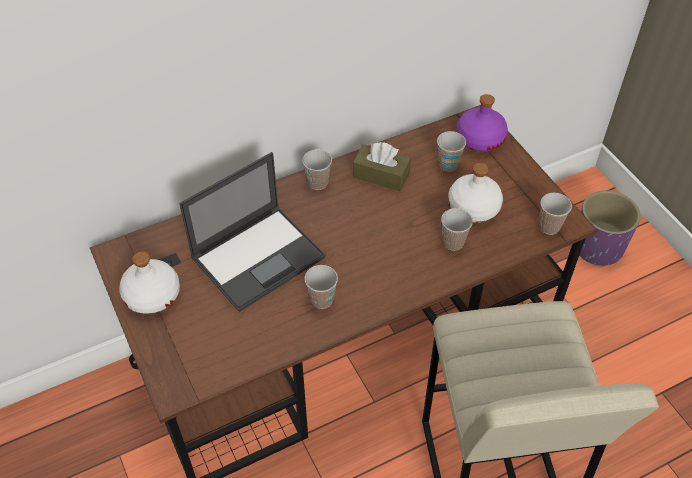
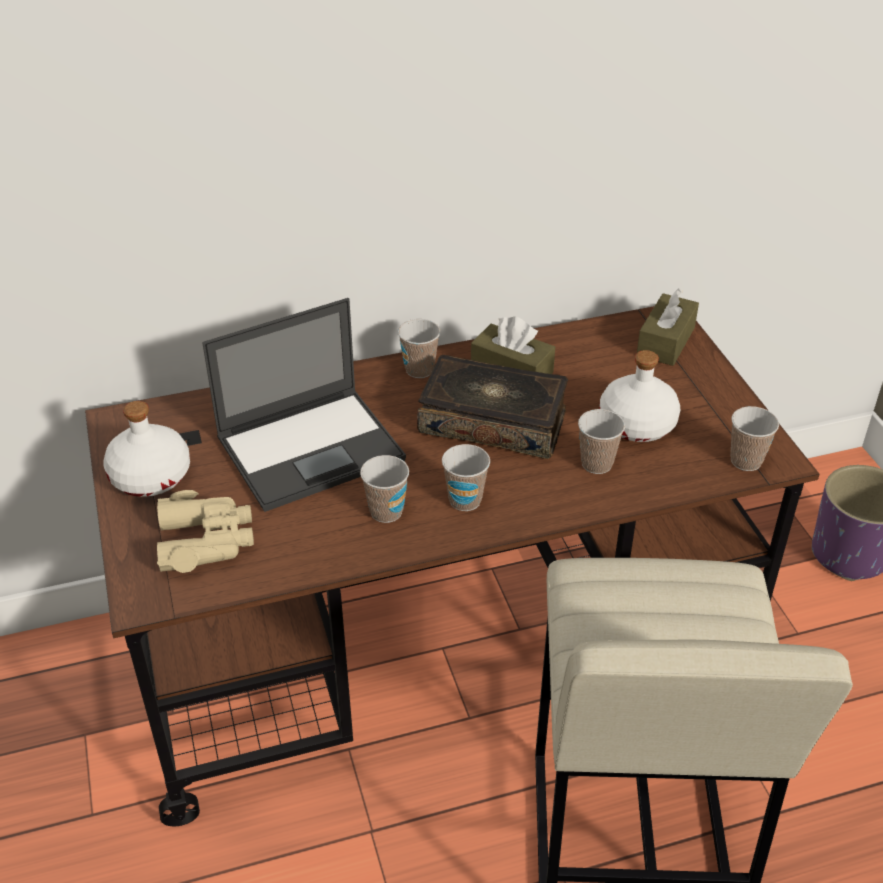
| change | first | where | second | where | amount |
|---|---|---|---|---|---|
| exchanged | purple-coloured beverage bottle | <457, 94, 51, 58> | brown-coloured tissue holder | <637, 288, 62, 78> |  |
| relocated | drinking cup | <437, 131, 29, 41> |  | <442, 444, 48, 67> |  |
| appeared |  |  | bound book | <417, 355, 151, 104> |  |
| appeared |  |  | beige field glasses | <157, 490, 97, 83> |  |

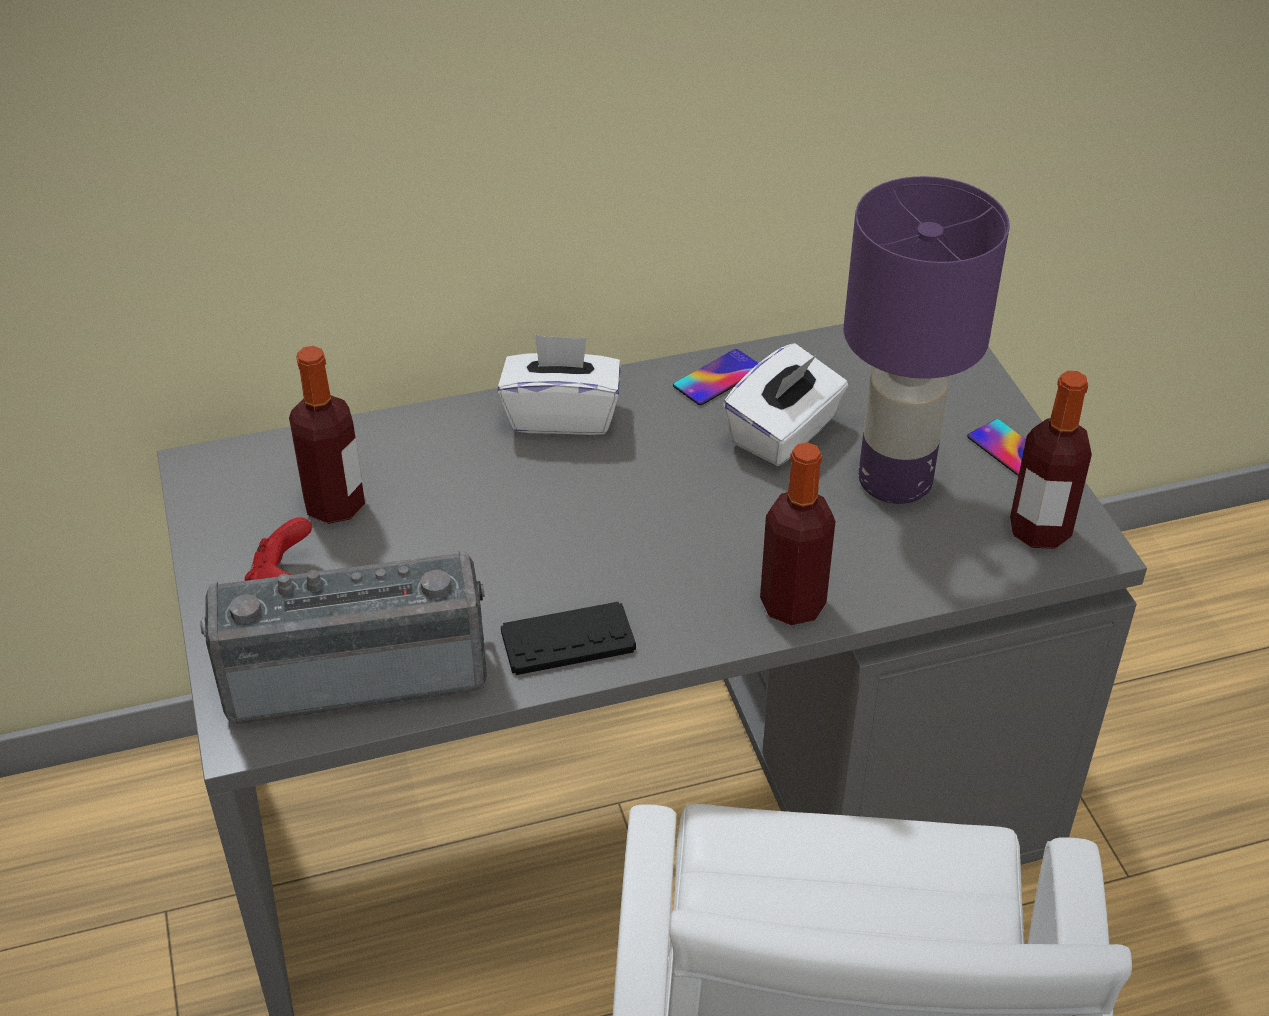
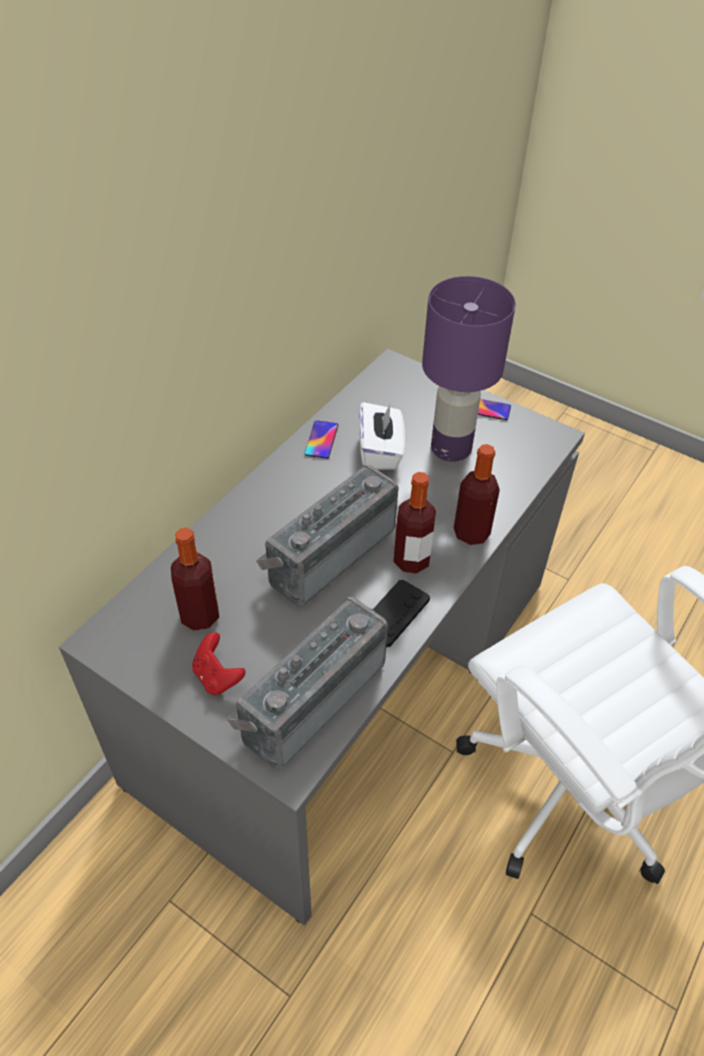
| change | first | where | second | where | amount |
|---|---|---|---|---|---|
| missing | white-coloured tissue holder | <498, 334, 123, 101> |  |  |  |
| relocated | beverage bottle | <1010, 371, 82, 178> |  | <393, 472, 43, 102> |  |
| appeared |  |  | radio receiver | <256, 464, 143, 143> |  |

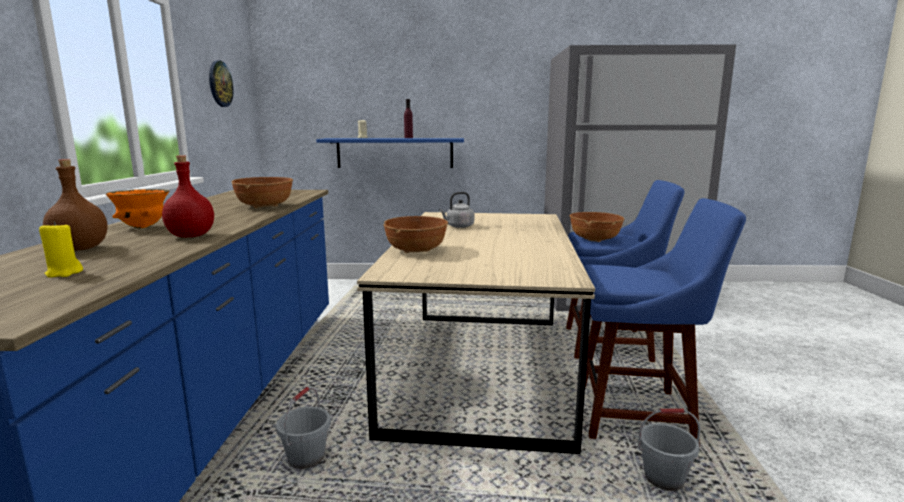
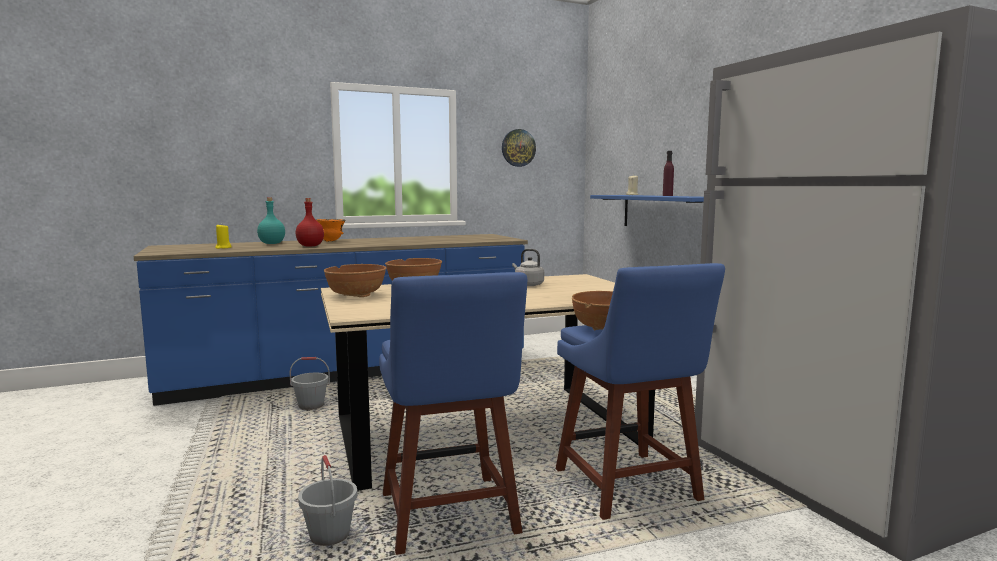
| change | first | where | second | where | amount |
|---|---|---|---|---|---|
| colour | brown-coloured beverage bottle | <43, 159, 65, 92> | turquoise-coloured beverage bottle | <257, 198, 28, 46> |  |
| relocated | brown-coloured bowl | <232, 177, 61, 31> |  | <324, 264, 63, 33> |  |

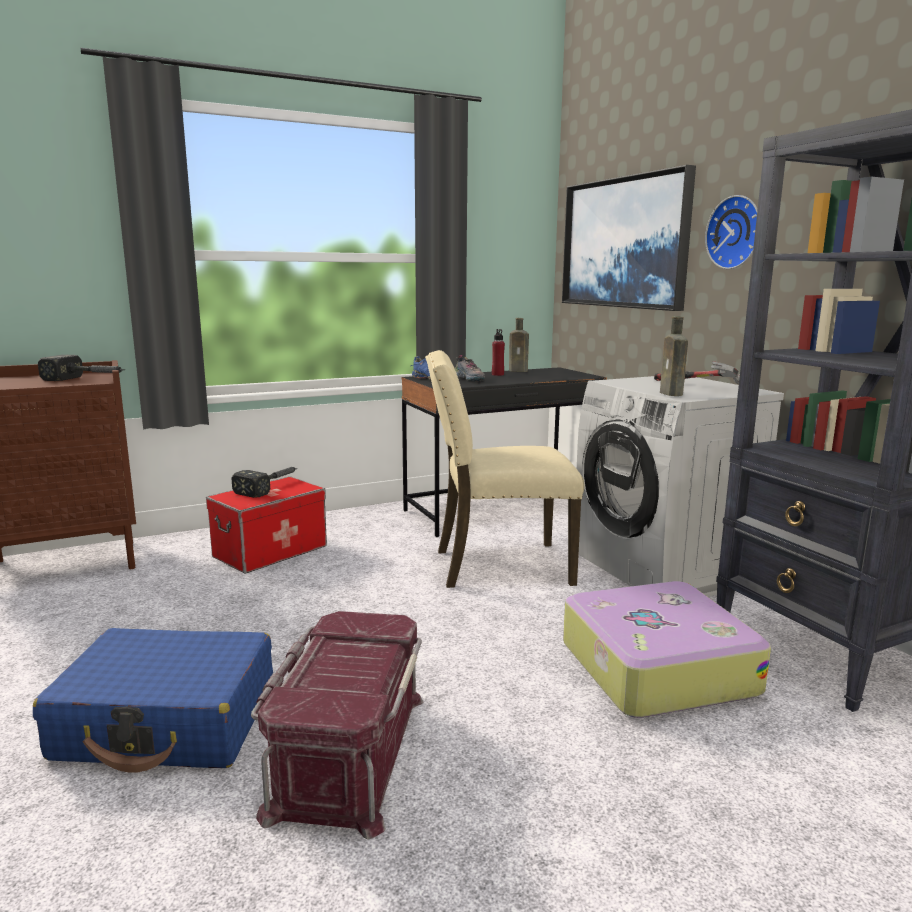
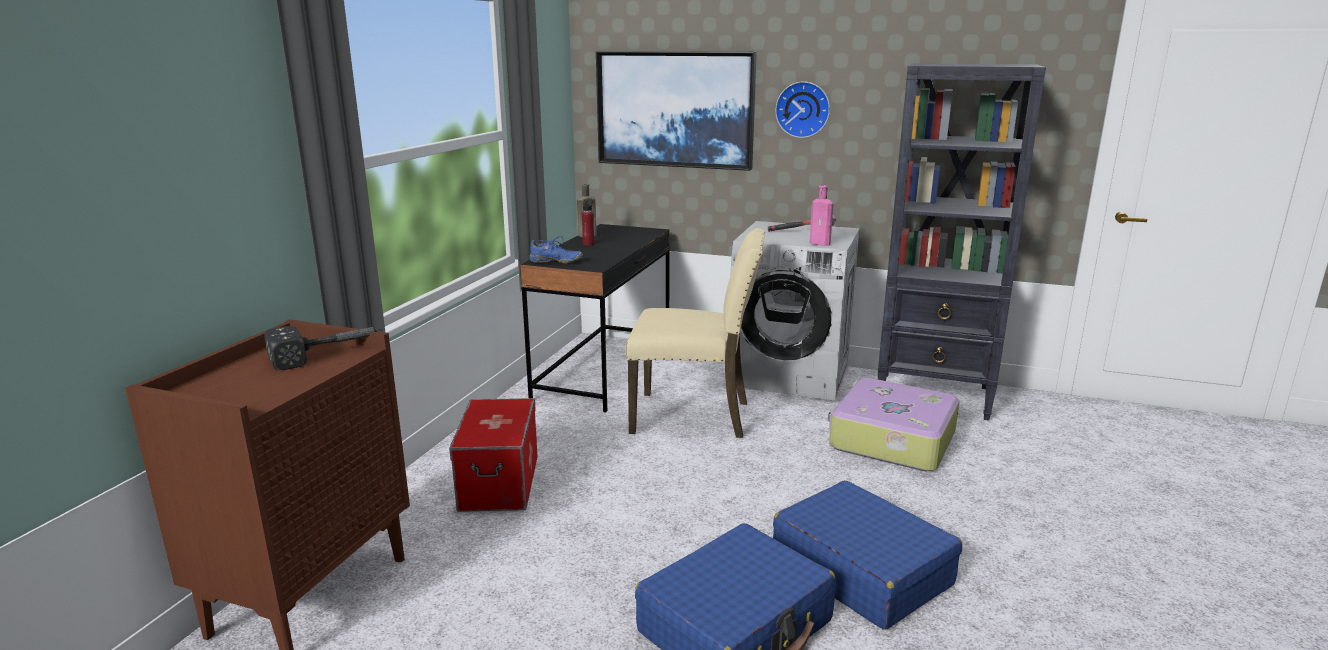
| change | first | where | second | where | amount |
|---|---|---|---|---|---|
| colour | brown-coloured beverage bottle | <660, 316, 28, 80> | pink-coloured beverage bottle | <810, 185, 23, 61> |  |
| spun | beige chair | <425, 350, 160, 238> |  | <625, 228, 140, 210> | 120 degrees counterclockwise |
| missing | low shoe | <455, 355, 30, 27> |  |  |  |
| missing | hand hammer | <232, 467, 63, 31> |  |  |  |
| exchanged | red-coloured storage container | <251, 611, 172, 228> | bluish suitcase | <773, 480, 189, 150> |  |

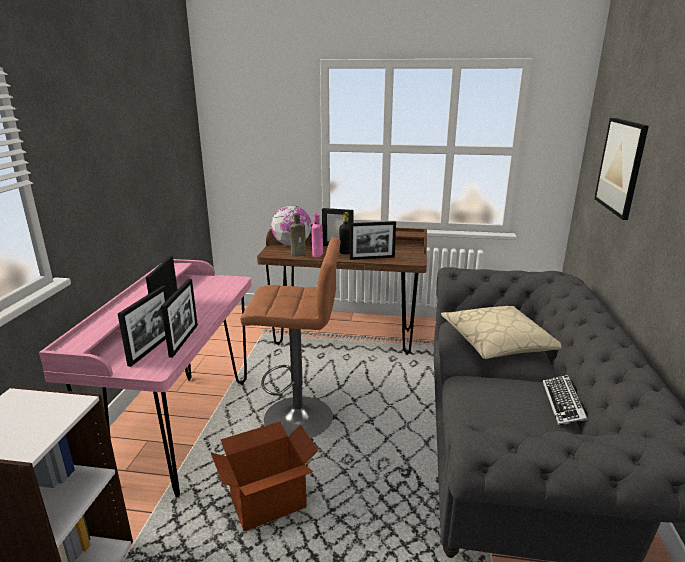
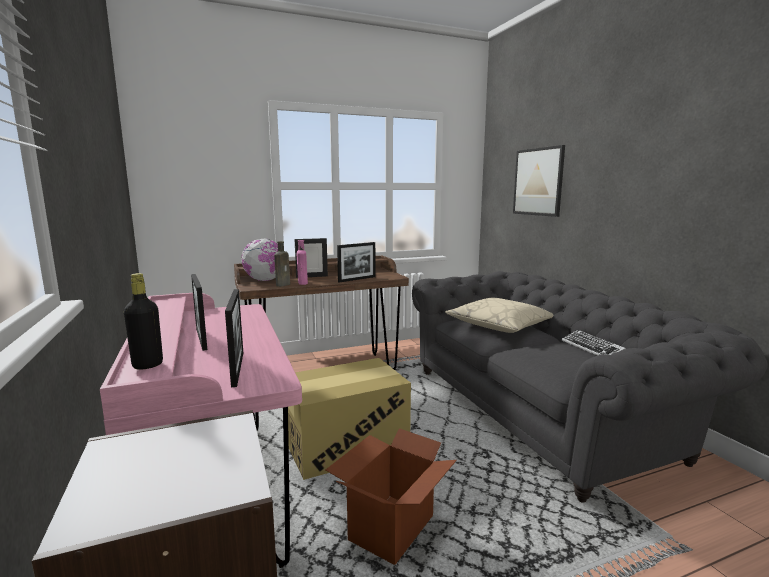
| change | first | where | second | where | amount |
|---|---|---|---|---|---|
| relocated | black beverage bottle | <339, 212, 11, 42> |  | <124, 273, 39, 97> |  |
| exchanged | brown-coloured stool seat | <240, 238, 101, 200> | carton | <288, 358, 123, 122> |  |
| missing | standing frame | <161, 279, 37, 79> |  |  |  |

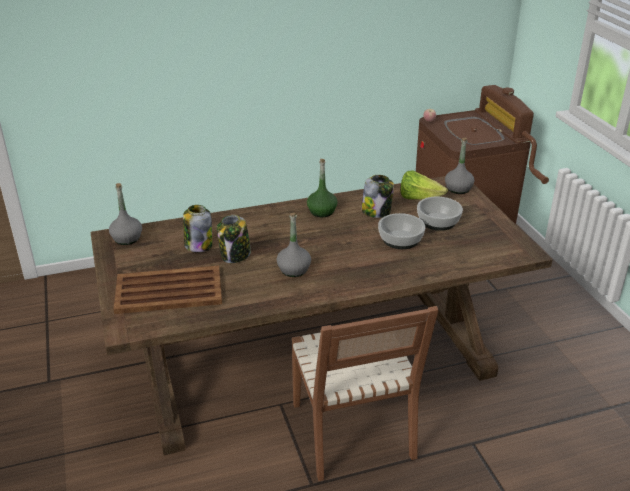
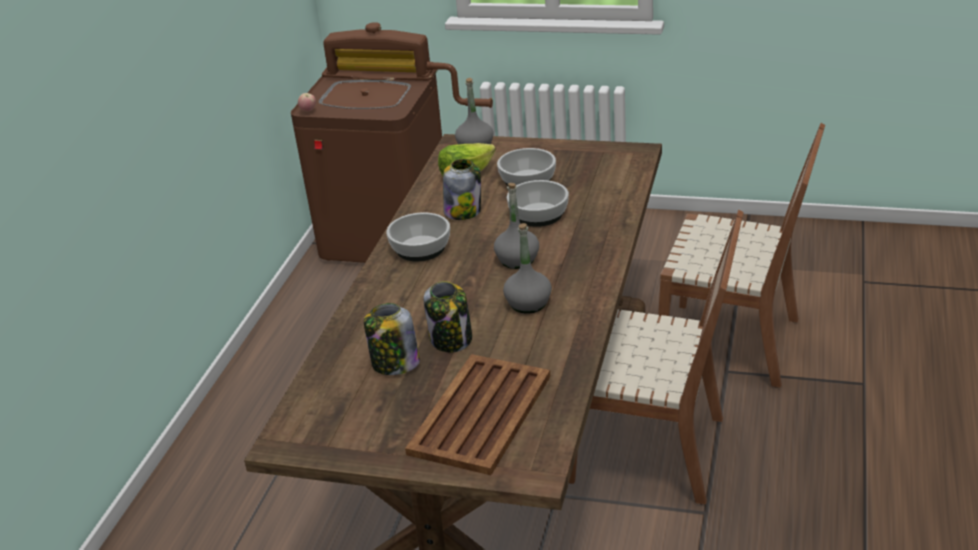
| change | first | where | second | where | amount |
|---|---|---|---|---|---|
| exchanged | greenish beverage bottle | <307, 159, 31, 58> | bowl | <386, 212, 64, 49> |  |
| relocated | greyish beverage bottle | <109, 183, 33, 62> |  | <494, 183, 45, 86> |  |
| appeared |  |  | chair | <658, 123, 167, 265> |  |

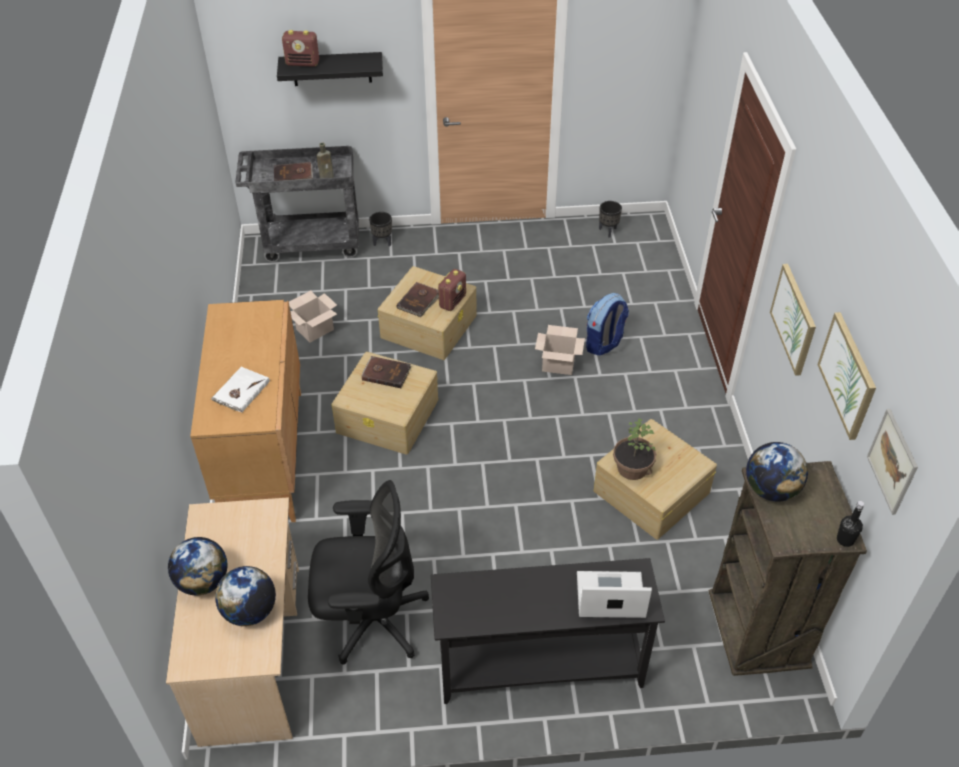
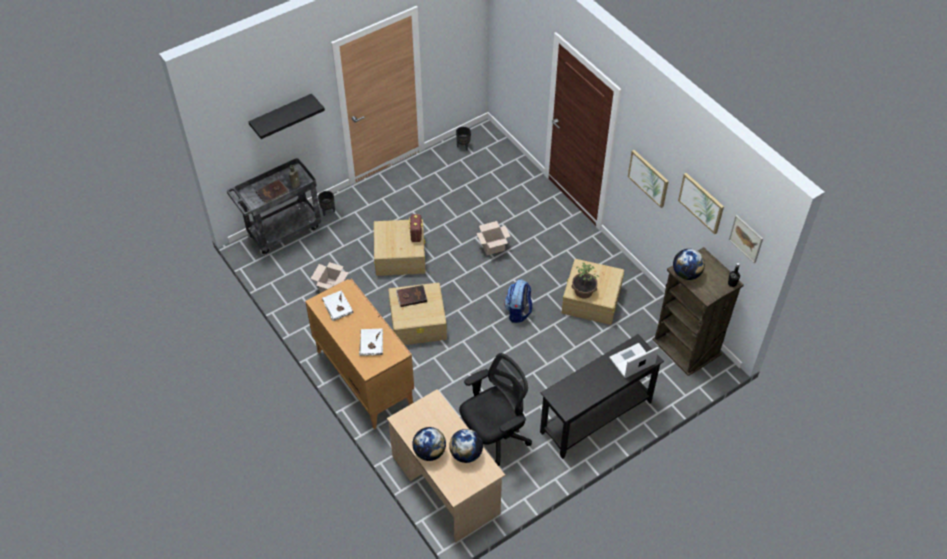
| change | first | where | second | where | amount |
|---|---|---|---|---|---|
| missing | radio receiver | <282, 30, 37, 37> |  |  |  |
| missing | brown-coloured bound book | <396, 282, 43, 35> |  |  |  |
| relocated | rucksack | <586, 293, 43, 62> |  | <504, 279, 28, 44> |  |
| appeared |  |  | white-coloured bound book | <322, 291, 31, 30> |  |

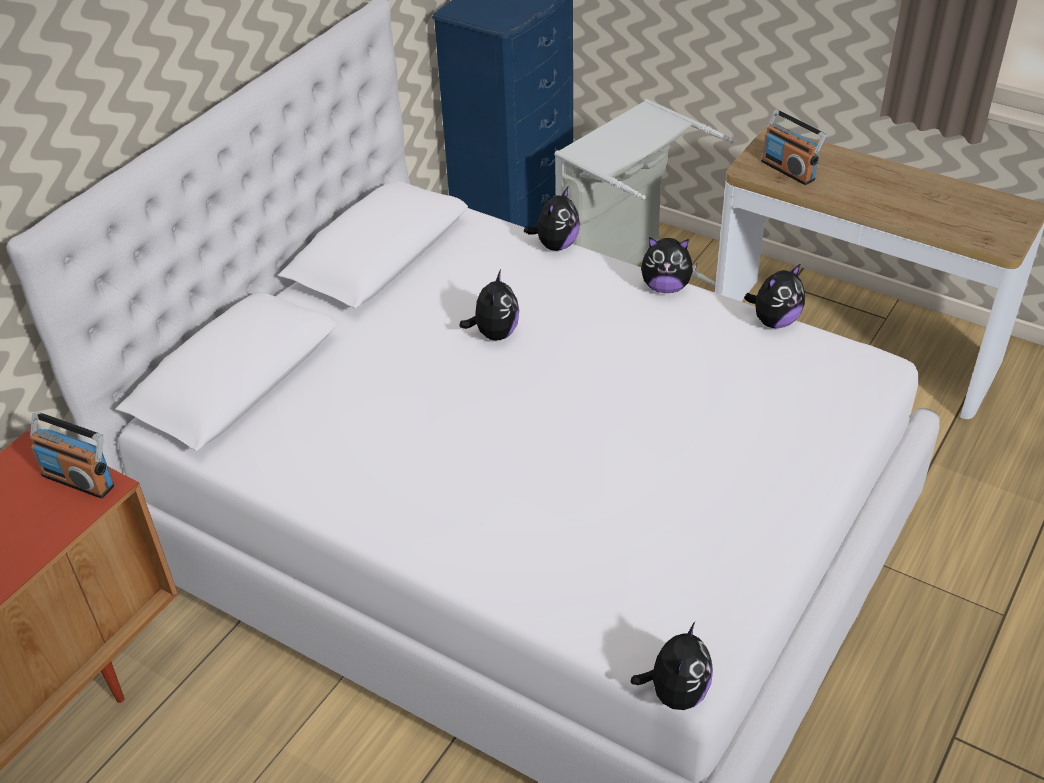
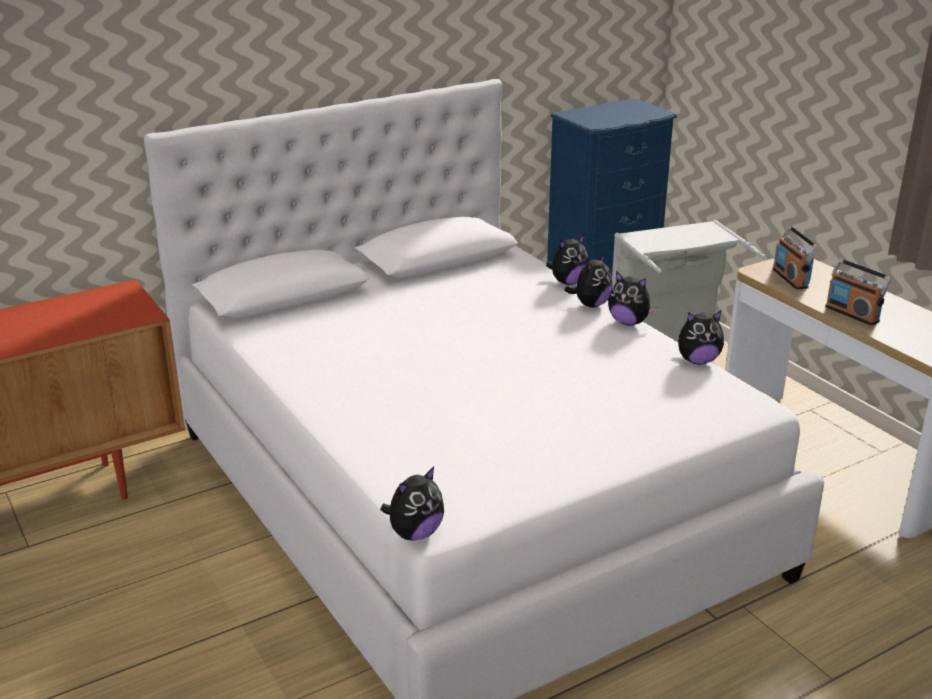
| change | first | where | second | where | amount |
|---|---|---|---|---|---|
| relocated | plush toy | <459, 270, 60, 71> |  | <565, 253, 48, 55> |  |
| relocated | radio receiver | <30, 412, 85, 86> |  | <825, 259, 67, 67> |  |

